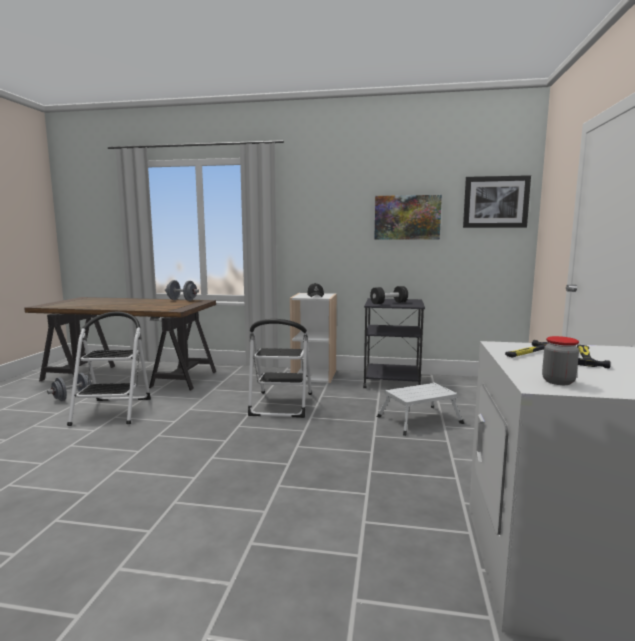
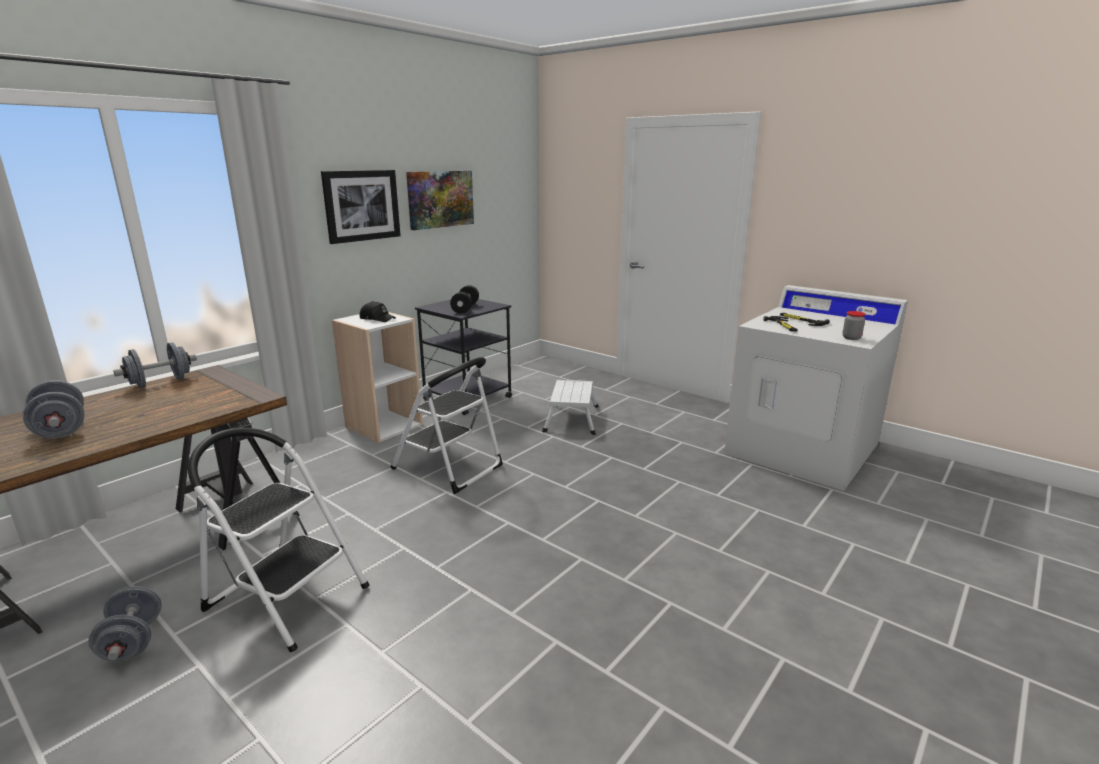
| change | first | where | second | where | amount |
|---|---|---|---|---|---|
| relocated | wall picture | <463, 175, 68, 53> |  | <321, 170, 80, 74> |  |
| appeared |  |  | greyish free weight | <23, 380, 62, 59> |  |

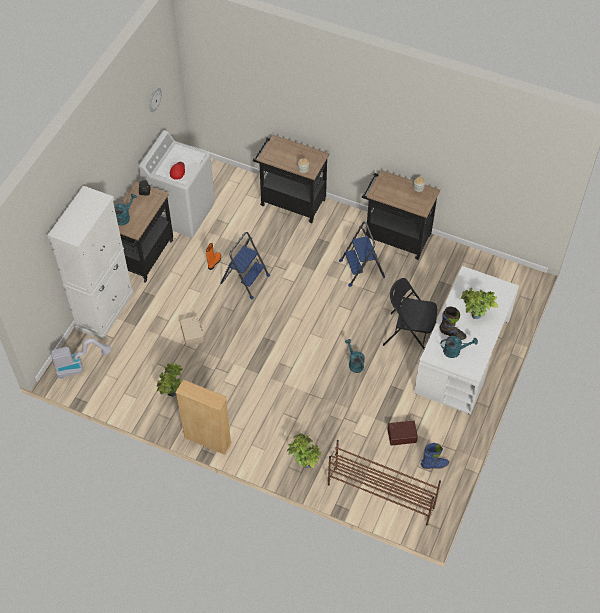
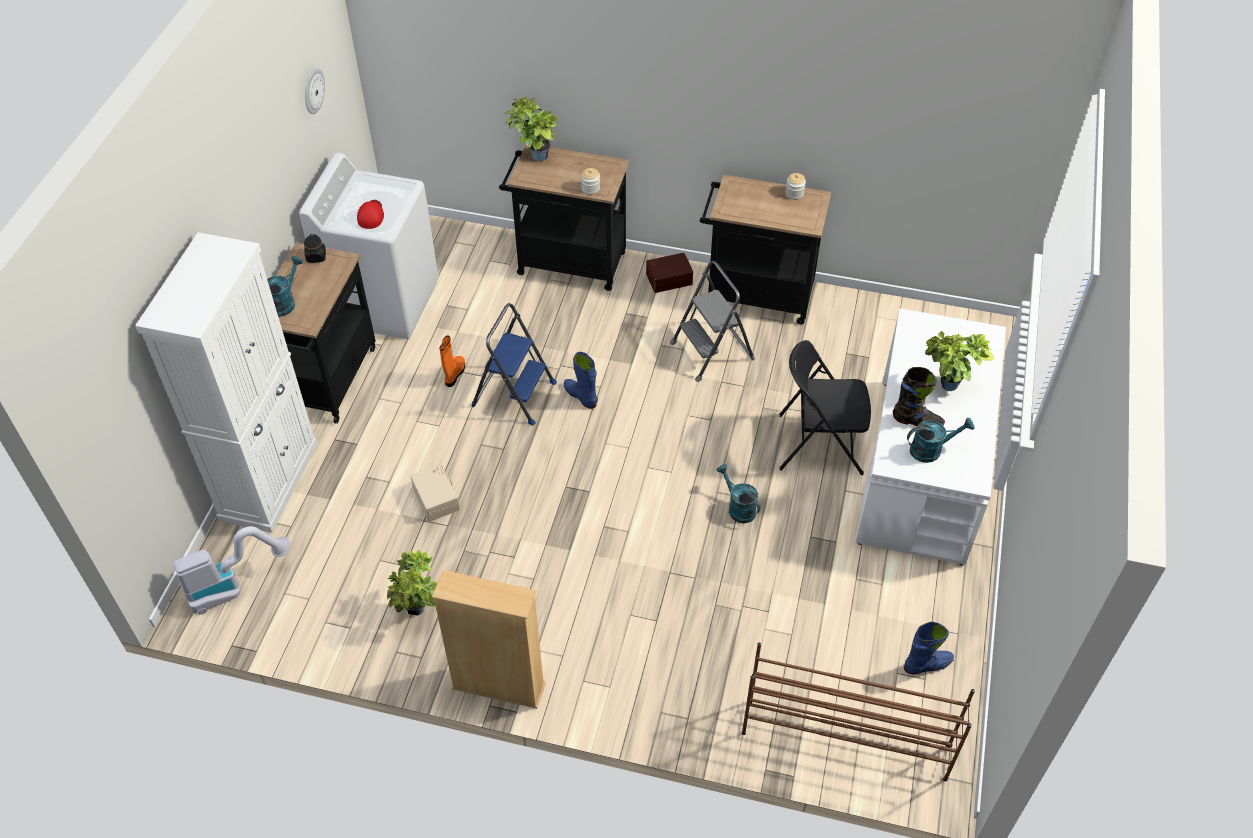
| change | first | where | second | where | amount |
|---|---|---|---|---|---|
| colour | bluish step stool | <339, 221, 46, 66> | greyish step stool | <670, 261, 85, 121> |  |
| relocated | brown-coloured storage container | <387, 420, 31, 26> |  | <646, 252, 47, 41> |  |
| relocated | plant in a pot | <287, 433, 34, 35> |  | <505, 96, 54, 65> |  |
| appeared |  |  | bluish tall boot | <564, 352, 34, 57> |  |

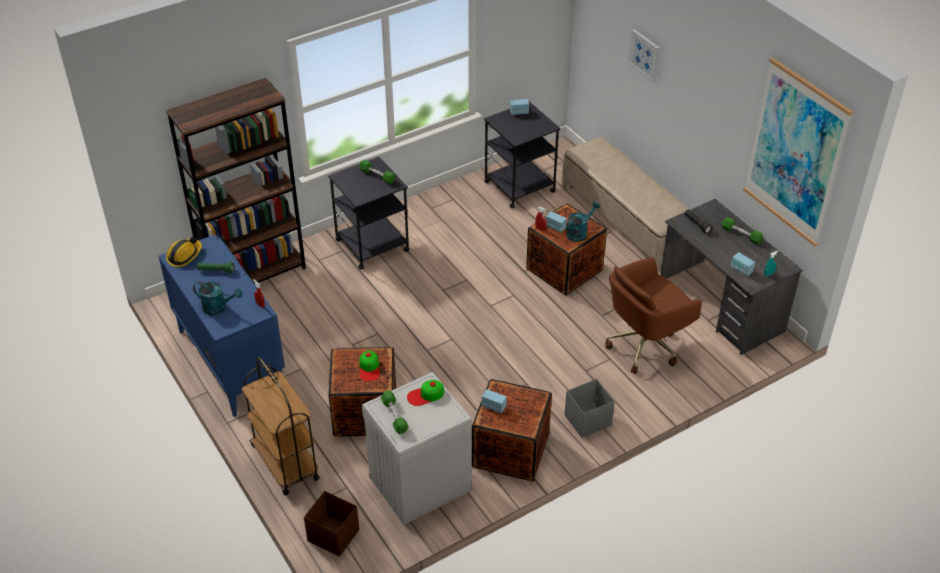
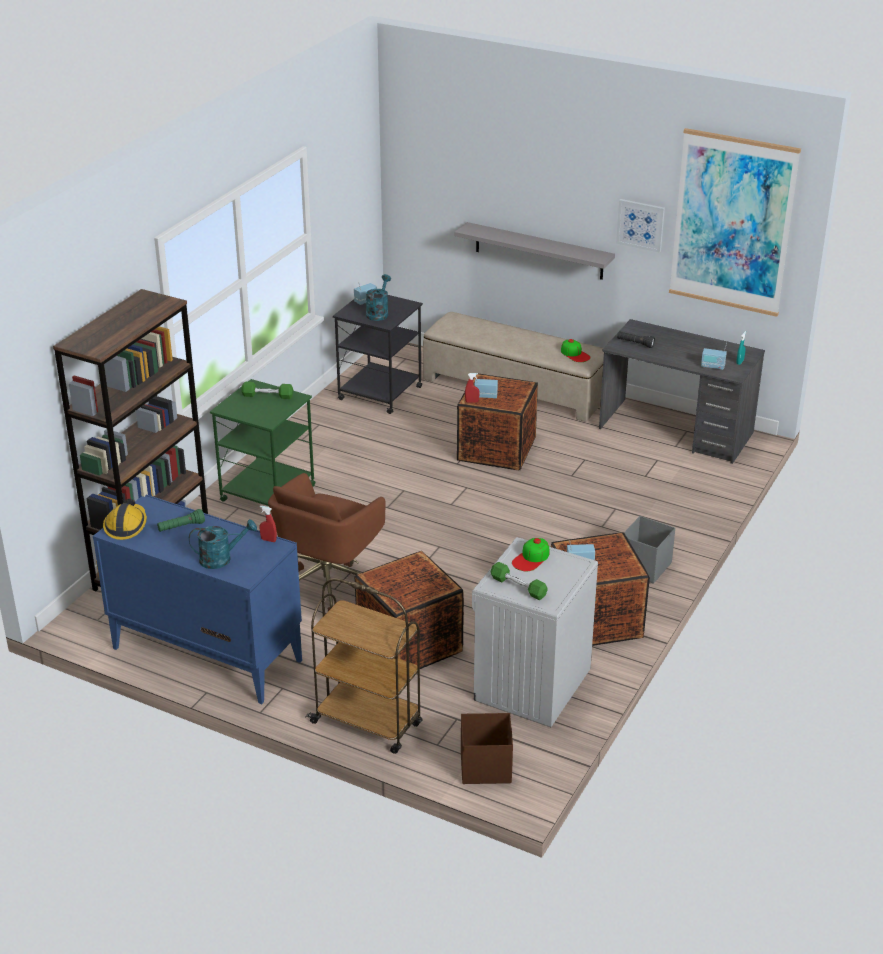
| change | first | where | second | where | amount |
|---|---|---|---|---|---|
| relocated | wall picture | <629, 29, 31, 53> |  | <616, 199, 49, 54> |  |
| colour | black wheeled cart | <328, 157, 82, 113> | greenish wheeled cart | <210, 379, 105, 127> |  |
| relocated | turquoise-coloured watering can | <566, 201, 34, 41> |  | <366, 274, 25, 47> |  |
| missing | greenish free weight | <722, 217, 41, 27> |  |  |  |
| relocated | brown-coloured computer chair | <605, 257, 97, 117> |  | <268, 473, 118, 138> |  |
| relocated | peaked cap | <359, 351, 21, 31> |  | <561, 339, 29, 23> |  |
| appeared |  |  | greyish bracket shelf | <455, 222, 160, 58> |  |

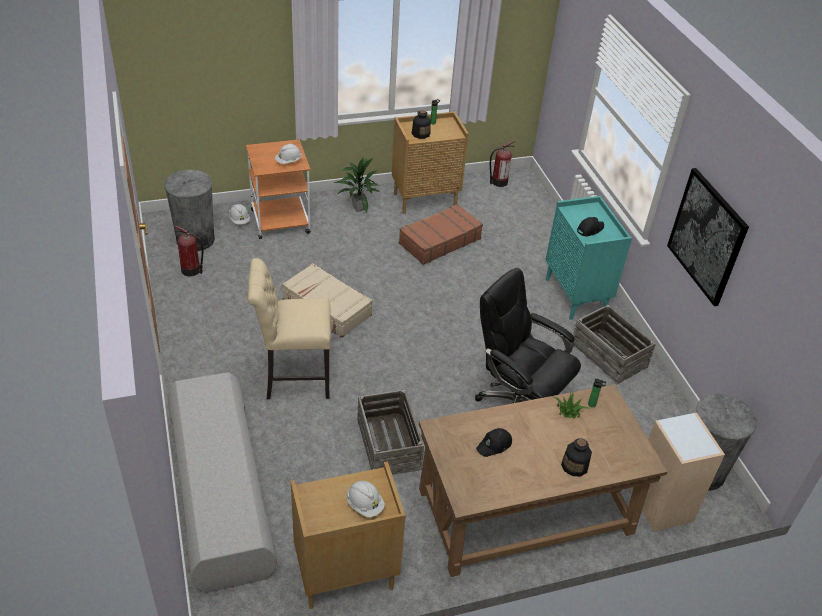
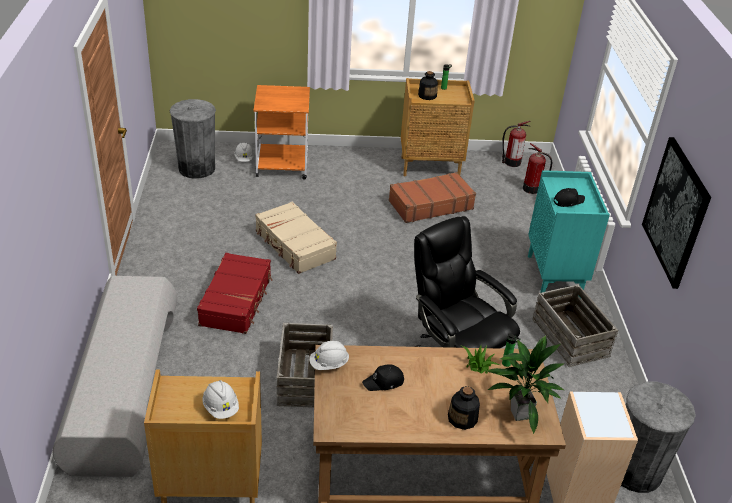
| change | first | where | second | where | amount |
|---|---|---|---|---|---|
| relocated | white-coloured work helmet | <275, 144, 27, 20> |  | <309, 341, 40, 29> |  |
| relocated | plant in a pot | <334, 157, 45, 56> |  | <484, 335, 80, 100> |  |
| relocated | extinguisher | <174, 225, 29, 52> |  | <523, 143, 29, 51> |  |
| exchanged | beige stool seat | <248, 258, 83, 141> | red-coloured suitcase | <197, 253, 76, 81> |  |

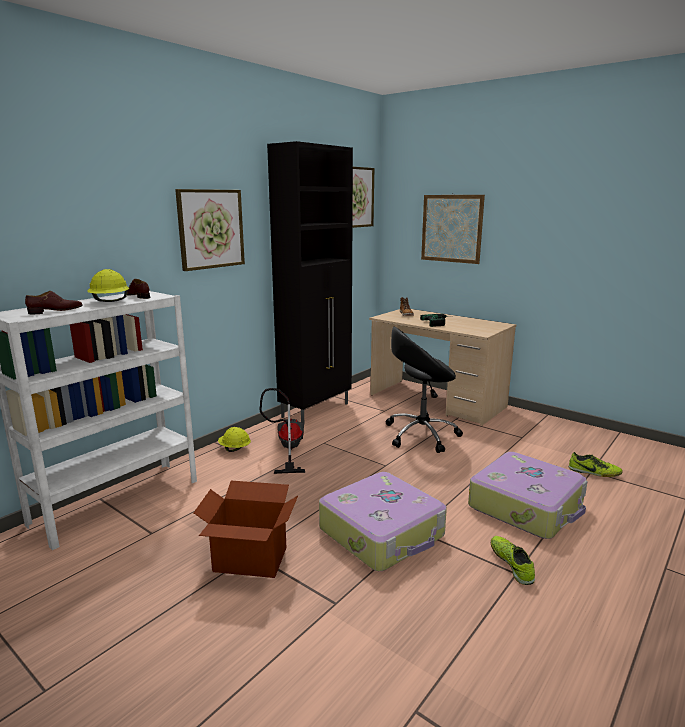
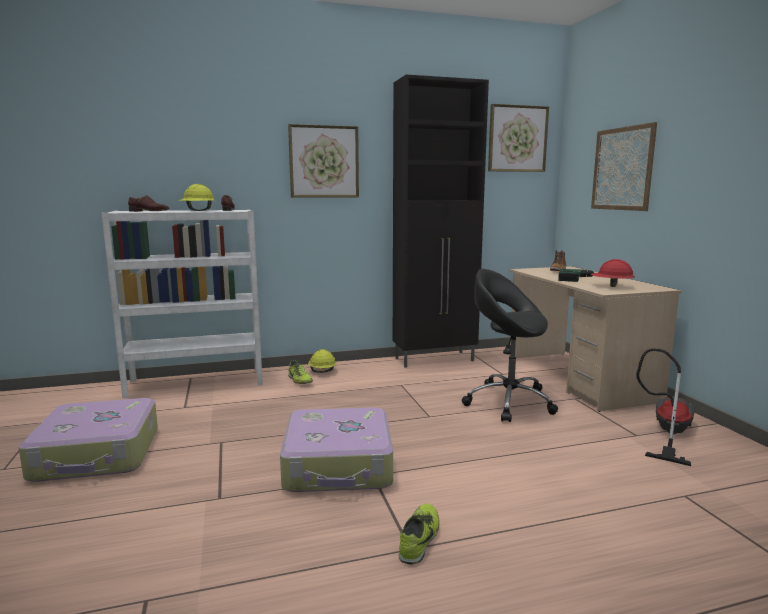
| change | first | where | second | where | amount |
|---|---|---|---|---|---|
| relocated | vacuum cleaner | <259, 388, 46, 86> |  | <636, 348, 59, 118> |  |
| relocated | suitcase | <468, 452, 120, 87> |  | <18, 398, 140, 84> |  |
| relocated | low shoe | <569, 452, 54, 25> |  | <288, 360, 25, 24> |  |
| missing | carton | <194, 481, 104, 97> |  |  |  |
| appeared |  |  | red-coloured work helmet | <591, 259, 44, 28> |  |

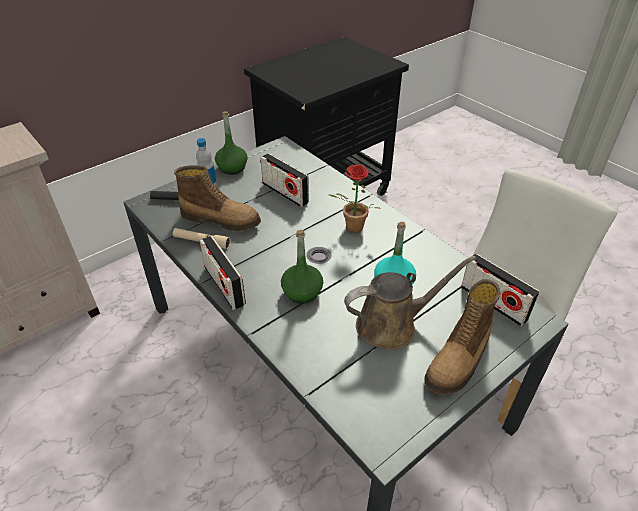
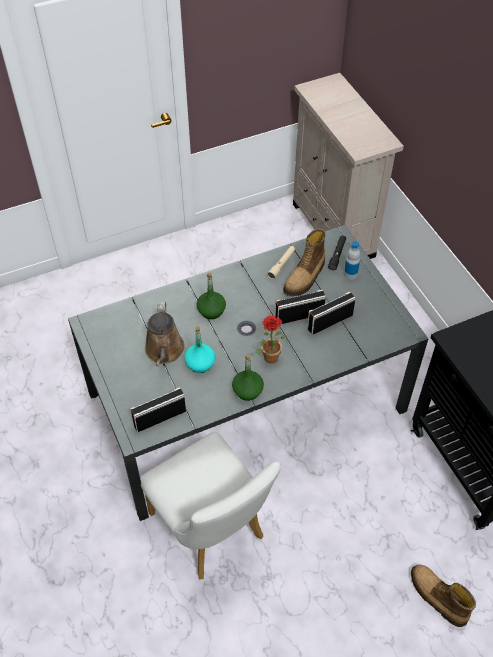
| change | first | where | second | where | amount |
|---|---|---|---|---|---|
| relocated | greenish beverage bottle | <215, 111, 33, 64> |  | <232, 354, 32, 47> |  |
| relocated | radio receiver | <200, 236, 46, 74> |  | <275, 290, 51, 34> |  |
| relocated | tall boot | <424, 279, 76, 116> |  | <411, 564, 65, 63> |  |

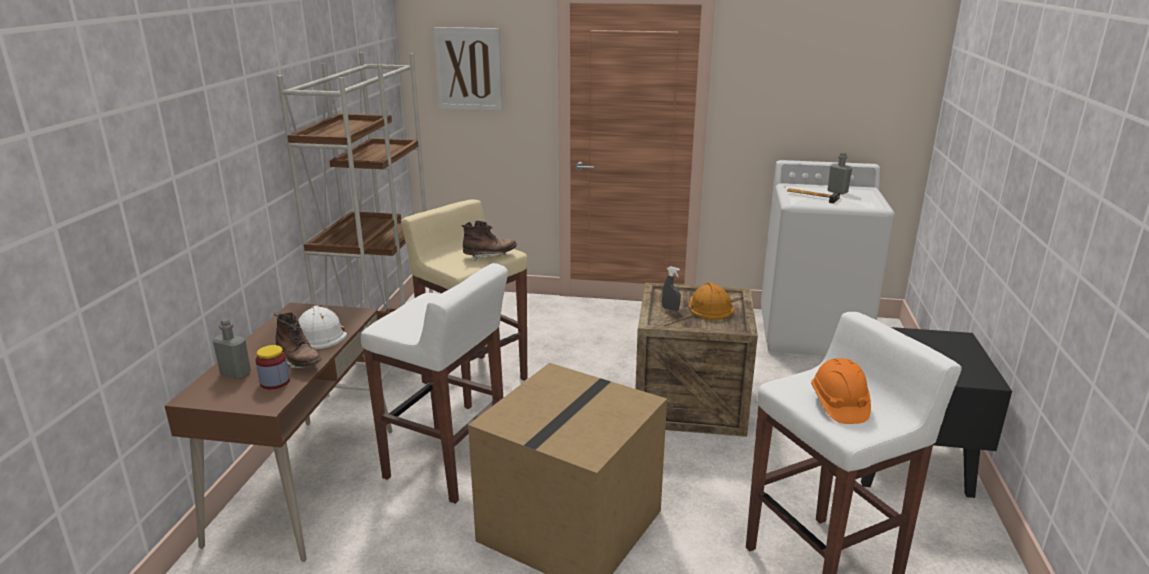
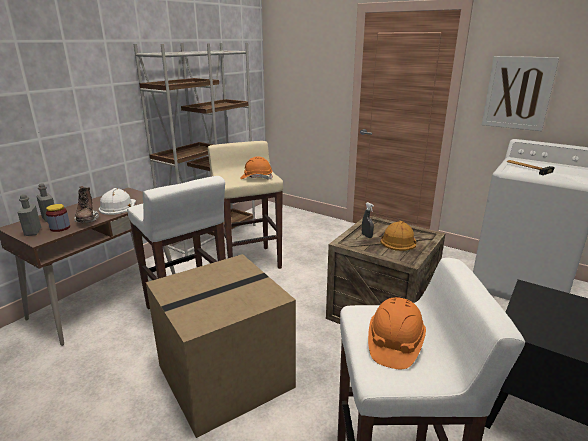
| change | first | where | second | where | amount |
|---|---|---|---|---|---|
| relocated | wall picture | <434, 27, 69, 84> |  | <482, 56, 77, 75> |  |
| relocated | greyish beverage bottle | <828, 152, 24, 42> |  | <18, 194, 23, 42> |  |
| exchanged | brown-coloured tall boot | <461, 220, 56, 41> | orange-coloured work helmet | <240, 156, 33, 23> |  |

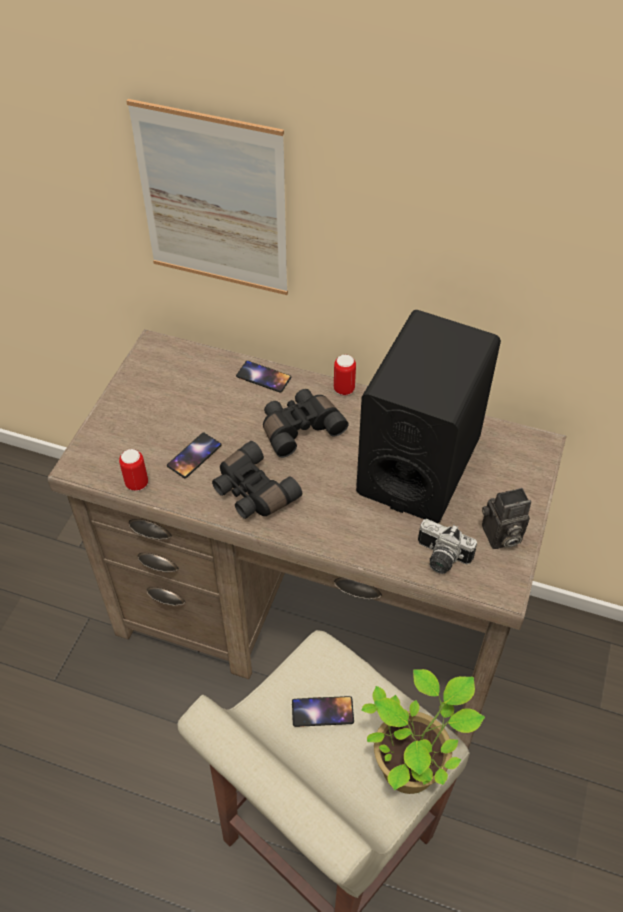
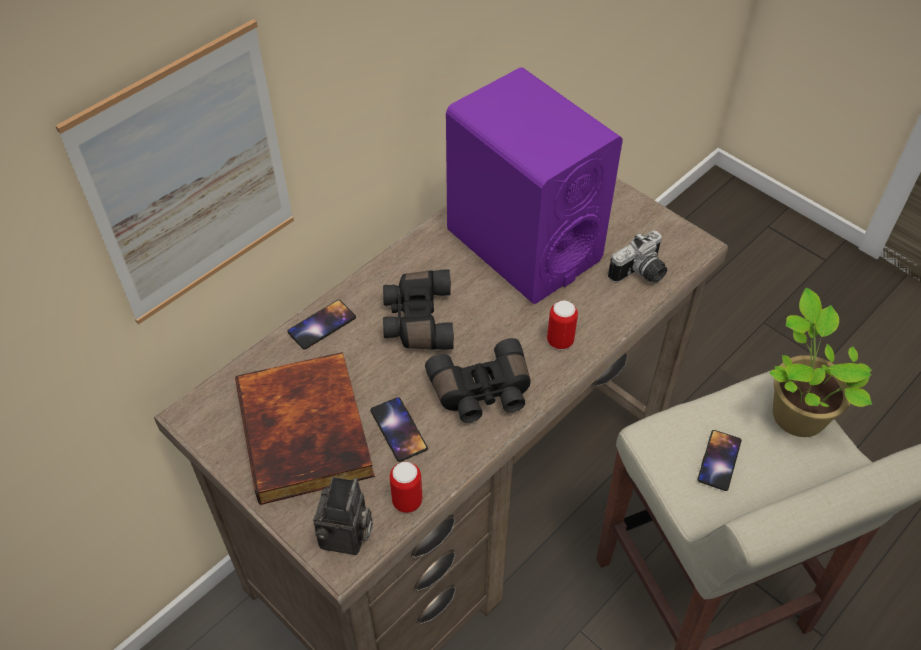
| change | first | where | second | where | amount |
|---|---|---|---|---|---|
| colour | black loudspeaker | <356, 310, 145, 213> | purple-coloured loudspeaker | <446, 67, 177, 237> |  |
| relocated | can | <334, 355, 22, 40> |  | <547, 300, 31, 50> |  |
| relocated | still camera | <482, 488, 49, 61> |  | <313, 477, 60, 78> |  |
| appeared |  |  | bound book | <235, 352, 140, 153> |  |

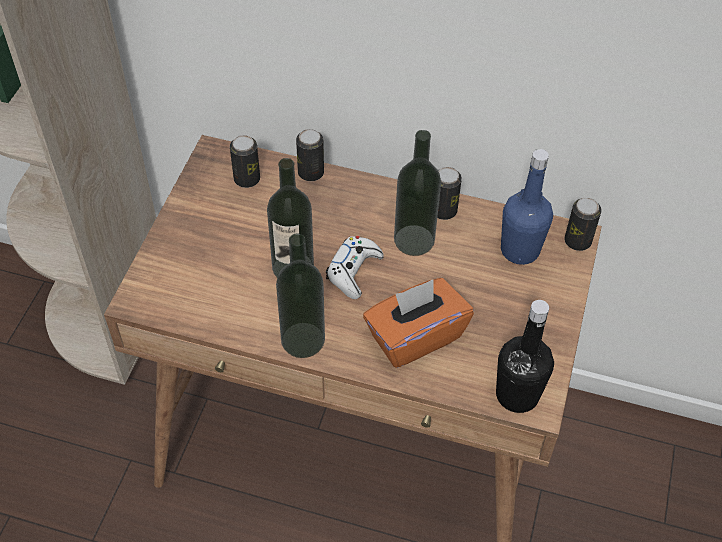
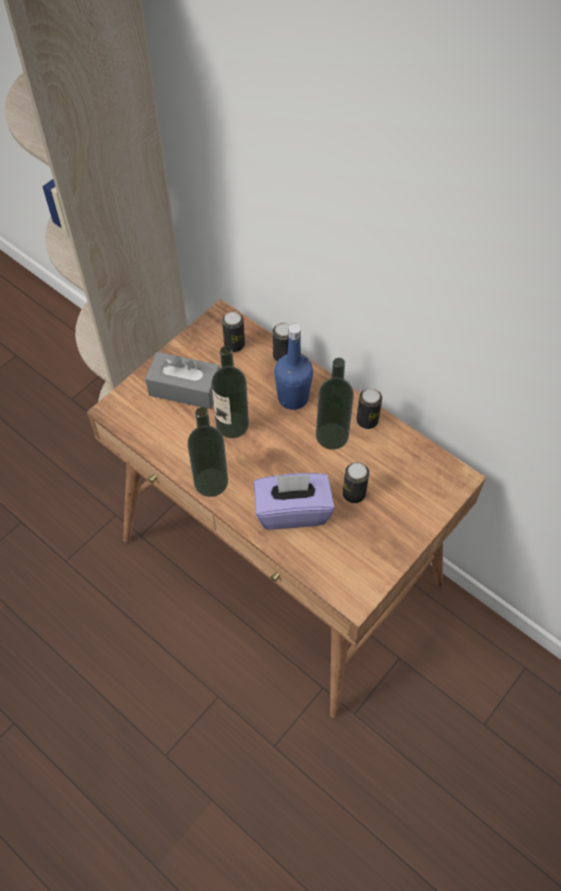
| change | first | where | second | where | amount |
|---|---|---|---|---|---|
| relocated | bluish beverage bottle | <501, 149, 52, 116> |  | <274, 323, 39, 87> |  |
| relocated | can | <564, 197, 37, 54> |  | <343, 462, 26, 41> |  |
| missing | white-coloured game controller | <326, 236, 58, 63> |  |  |  |
| colour | orange-coloured tissue holder | <363, 278, 111, 90> | purple-coloured tissue holder | <254, 473, 80, 56> |  |
| missing | black beverage bottle | <496, 300, 58, 113> |  |  |  |
| appeared |  |  | greyish tissue holder | <145, 352, 75, 57> |  |

